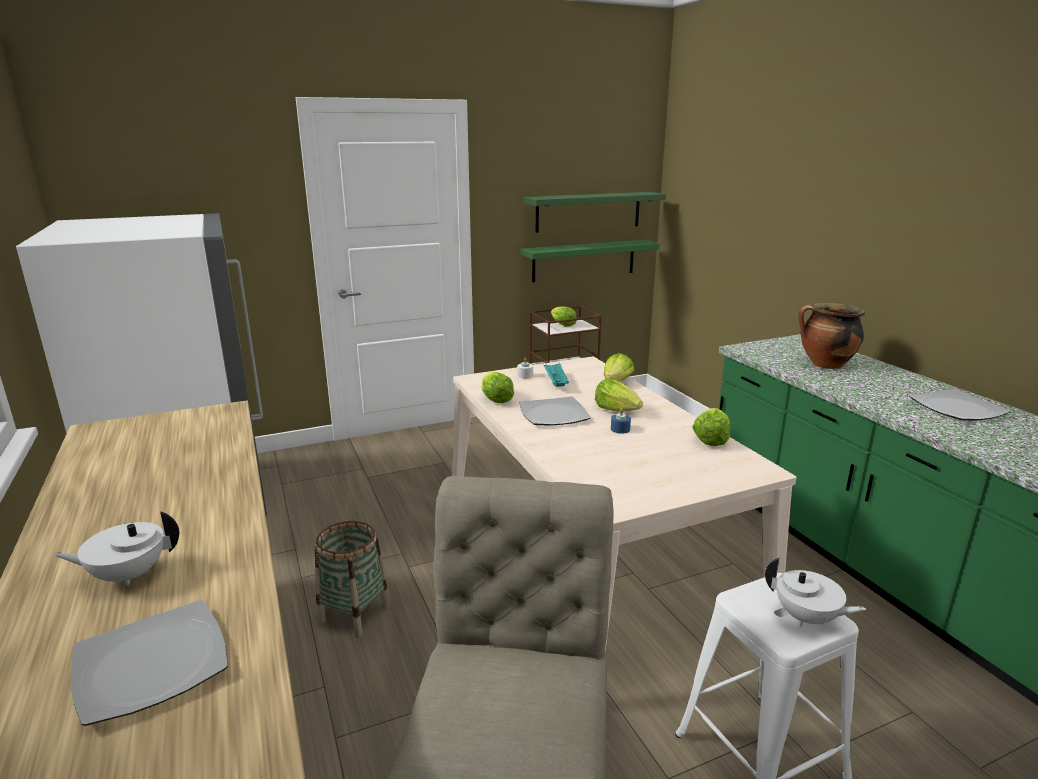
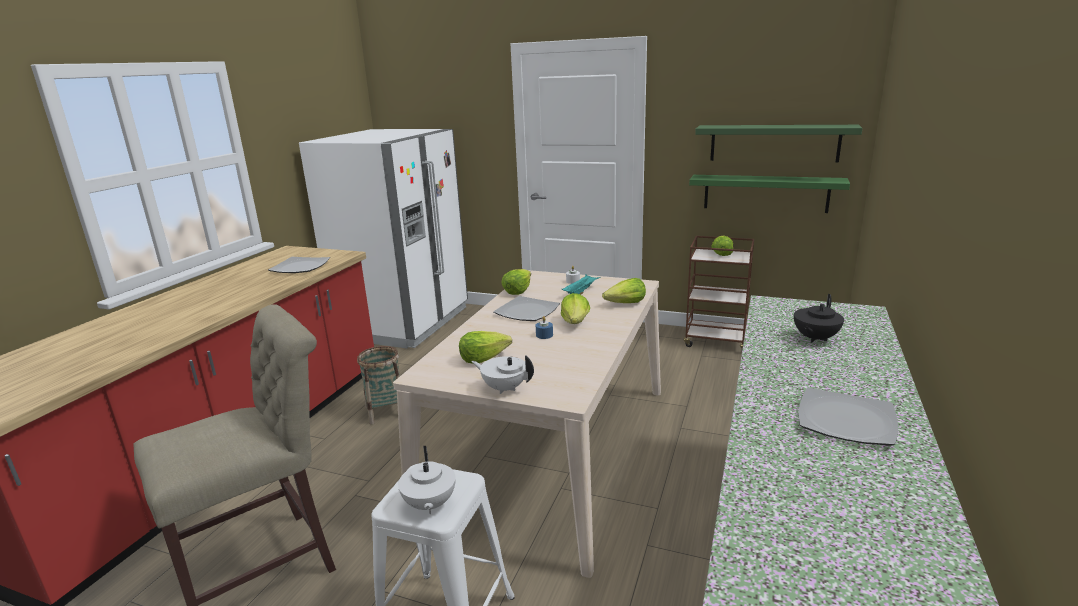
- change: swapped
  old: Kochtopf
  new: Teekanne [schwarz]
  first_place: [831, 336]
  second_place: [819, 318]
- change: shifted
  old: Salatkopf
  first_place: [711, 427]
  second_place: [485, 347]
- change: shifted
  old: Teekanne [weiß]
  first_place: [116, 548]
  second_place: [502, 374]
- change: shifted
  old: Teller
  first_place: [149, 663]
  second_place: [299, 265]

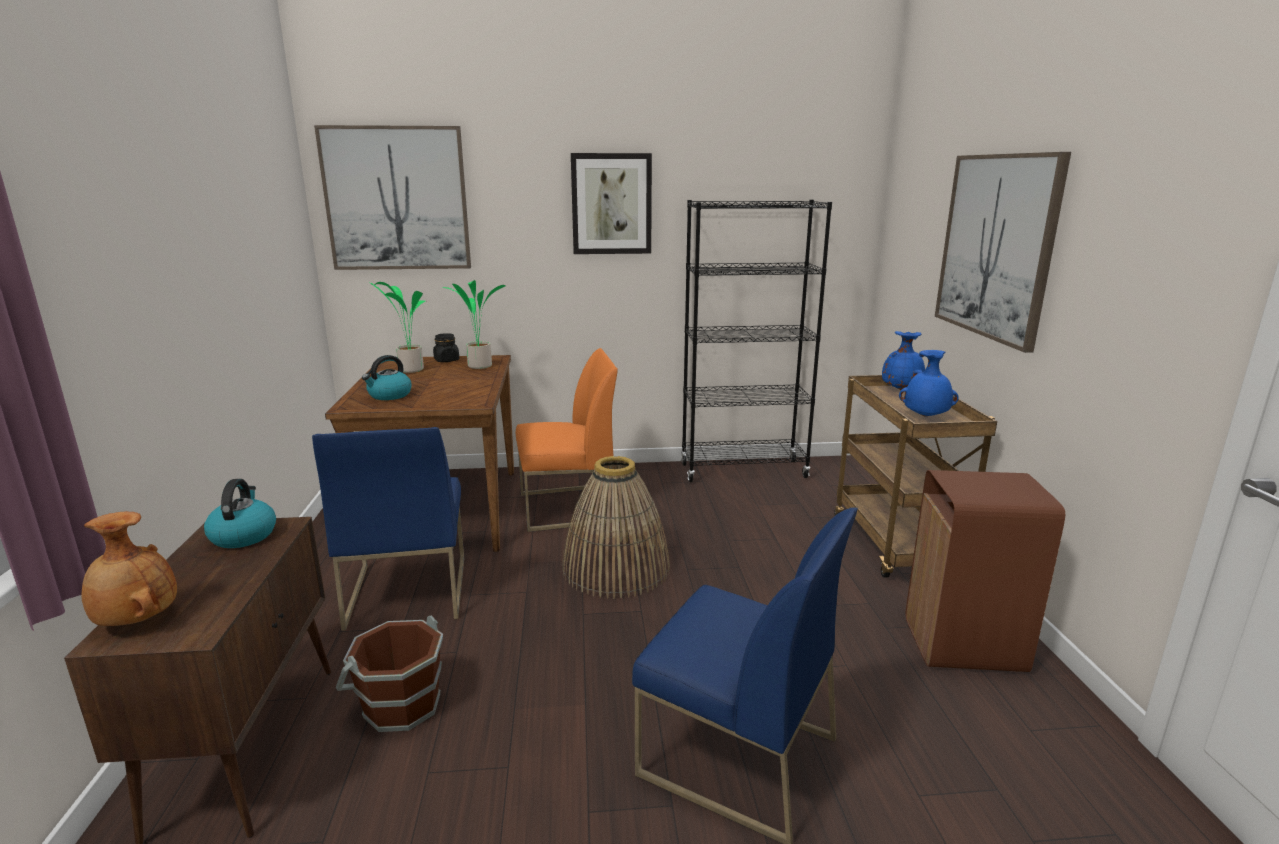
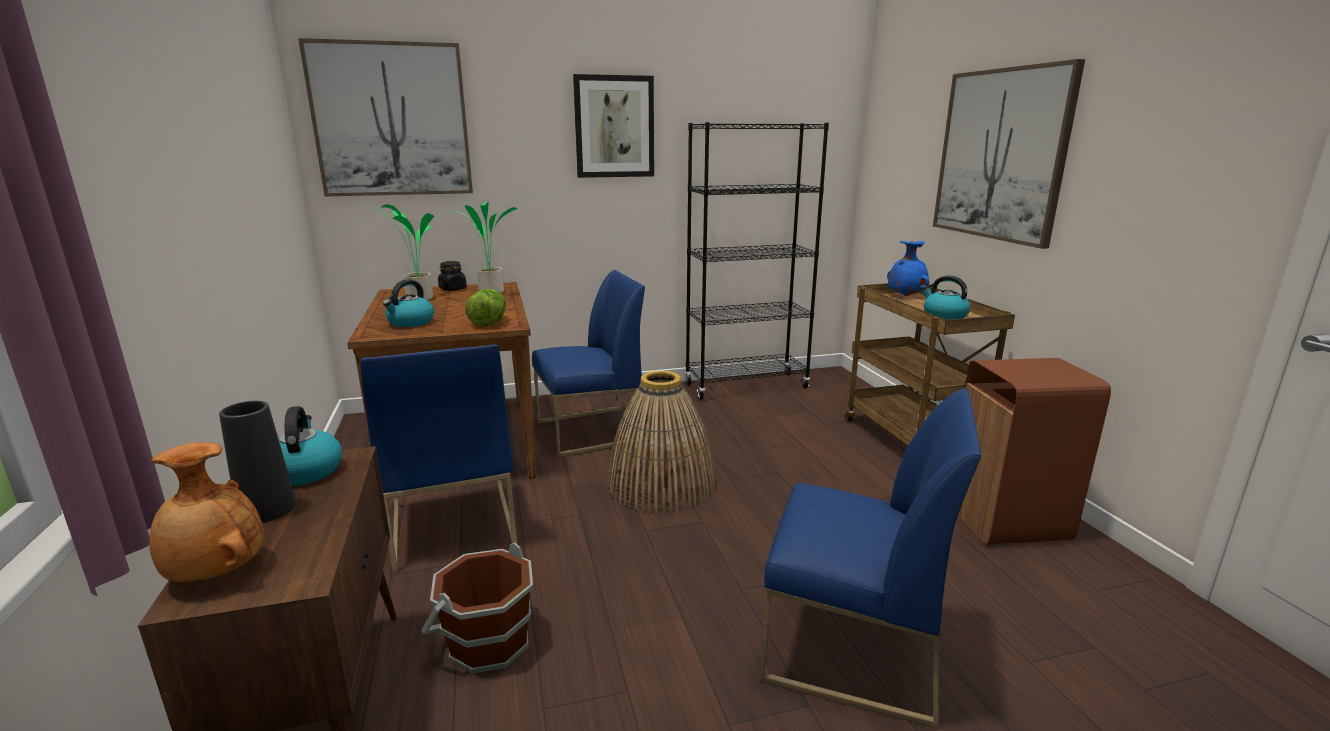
- change: repainted
  old: Stuhl [orange]
  new: Stuhl [blau]
  first_place: [568, 440]
  second_place: [590, 363]
- change: swapped
  old: Vase [blau]
  new: Wasserkessel
  first_place: [929, 383]
  second_place: [946, 297]
- change: new
  new: Salatkopf
  second_place: [485, 308]
- change: new
  new: Vase [schwarz]
  second_place: [257, 462]

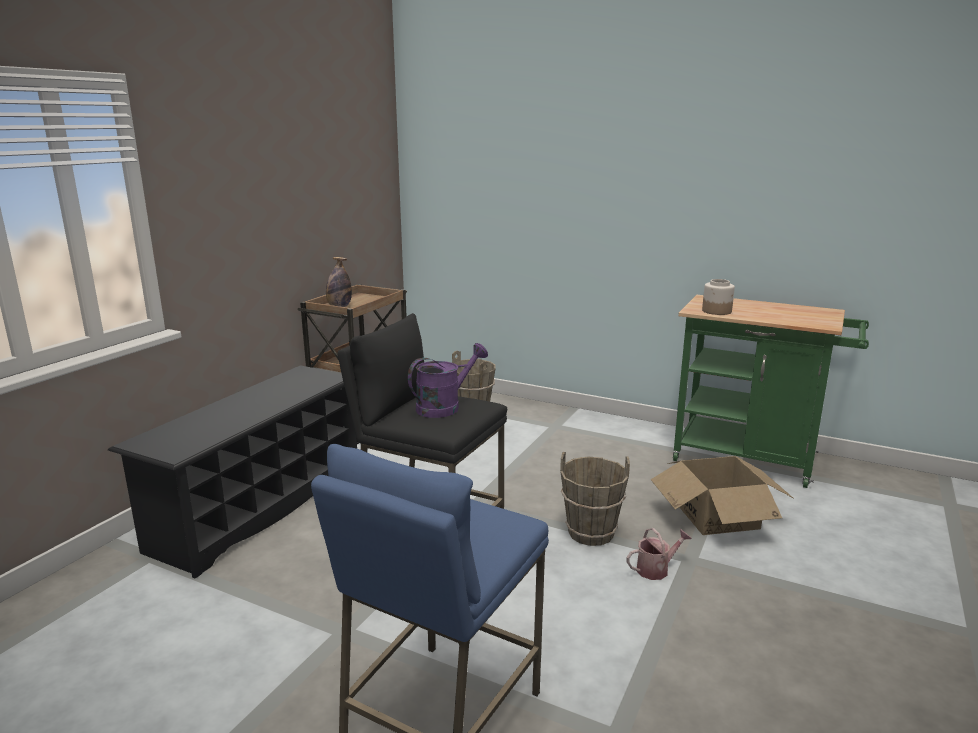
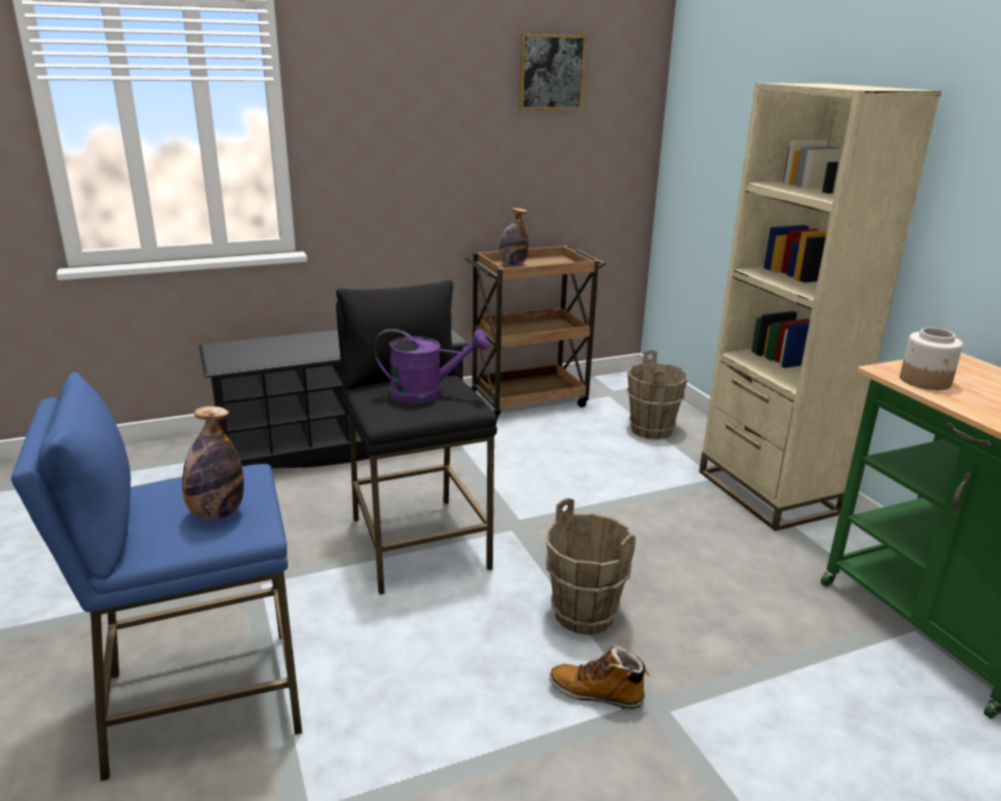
- change: gone
  old: Karton
  first_place: [722, 495]
- change: swapped
  old: Gießkanne
  new: Stiefel
  first_place: [659, 554]
  second_place: [599, 677]
- change: new
  new: Bild
  second_place: [552, 72]
- change: new
  new: Bücherregal [beige]
  second_place: [820, 307]
- change: new
  new: Flasche
  second_place: [213, 463]

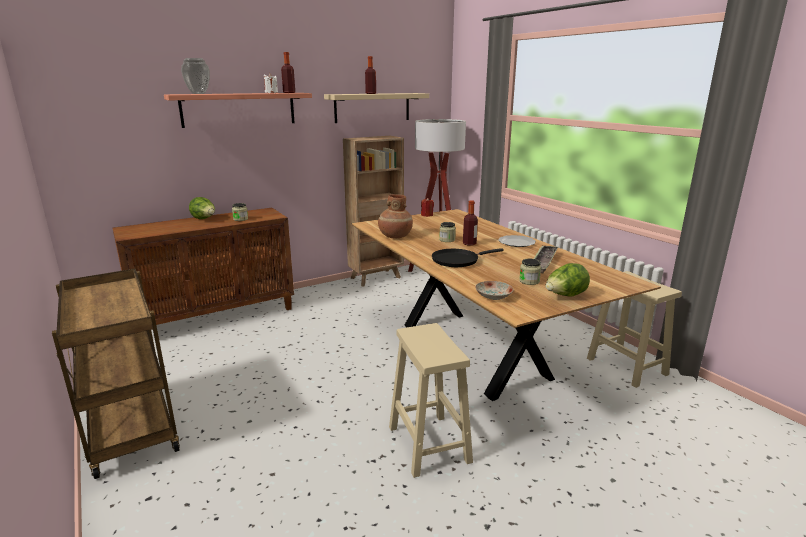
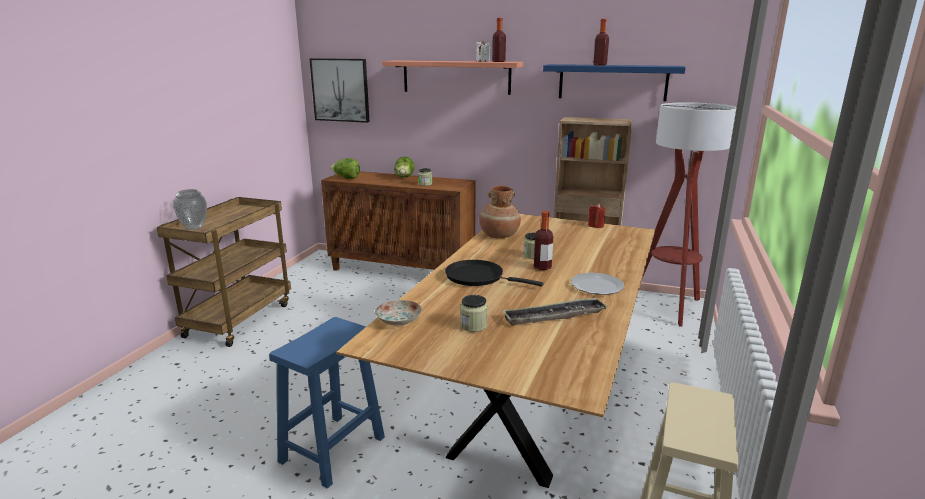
- change: shifted
  old: Vase
  first_place: [195, 76]
  second_place: [190, 209]
- change: repainted
  old: Wandregal [beige]
  new: Wandregal [blau]
  first_place: [376, 108]
  second_place: [614, 82]
- change: shifted
  old: Salatkopf
  first_place: [568, 280]
  second_place: [345, 168]
- change: repainted
  old: Hocker [beige]
  new: Hocker [blau]
  first_place: [431, 400]
  second_place: [327, 403]
- change: new
  new: Bild
  second_place: [339, 90]

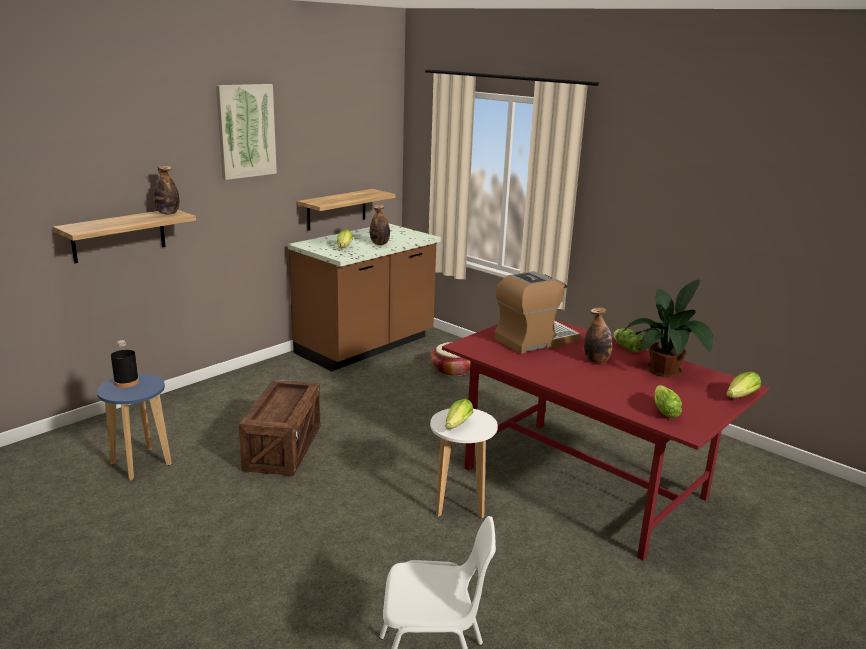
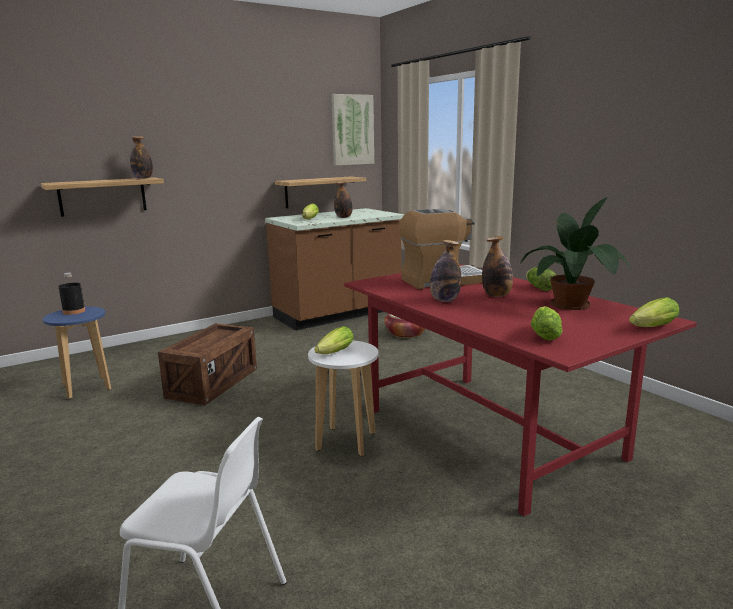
- change: shifted
  old: Bild
  first_place: [246, 132]
  second_place: [352, 130]
- change: new
  new: Flasche
  second_place: [445, 271]

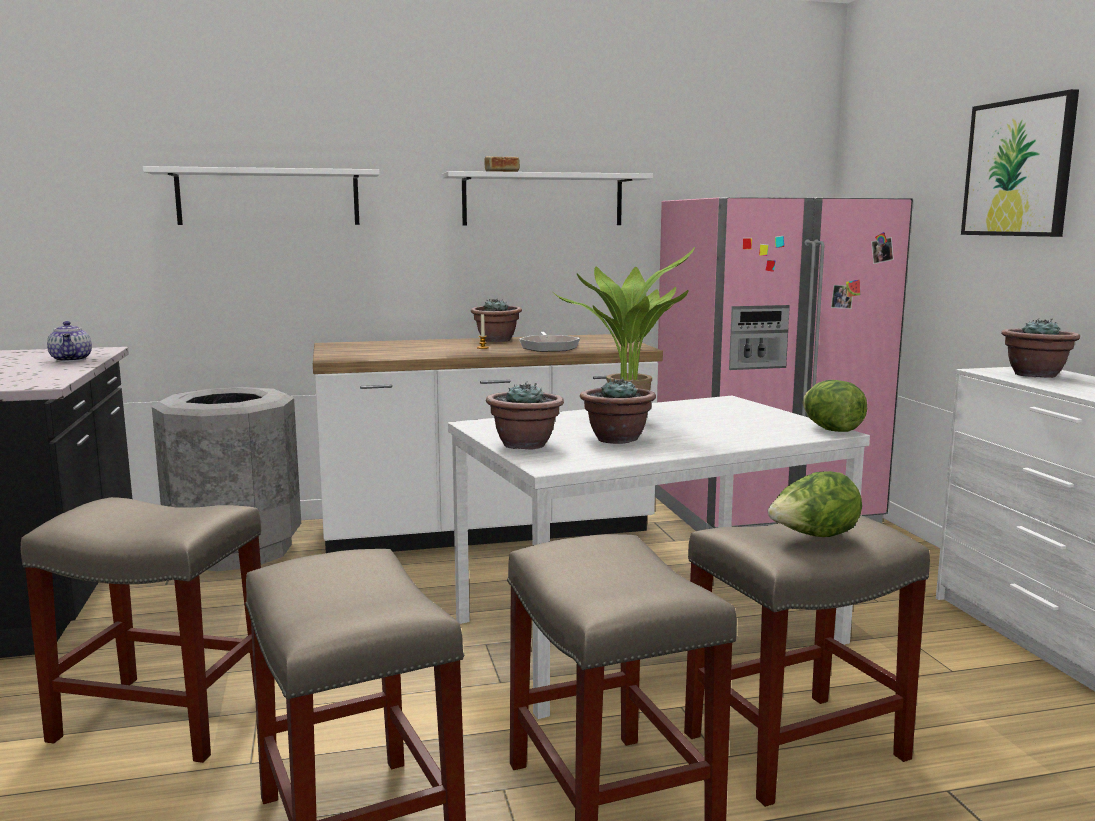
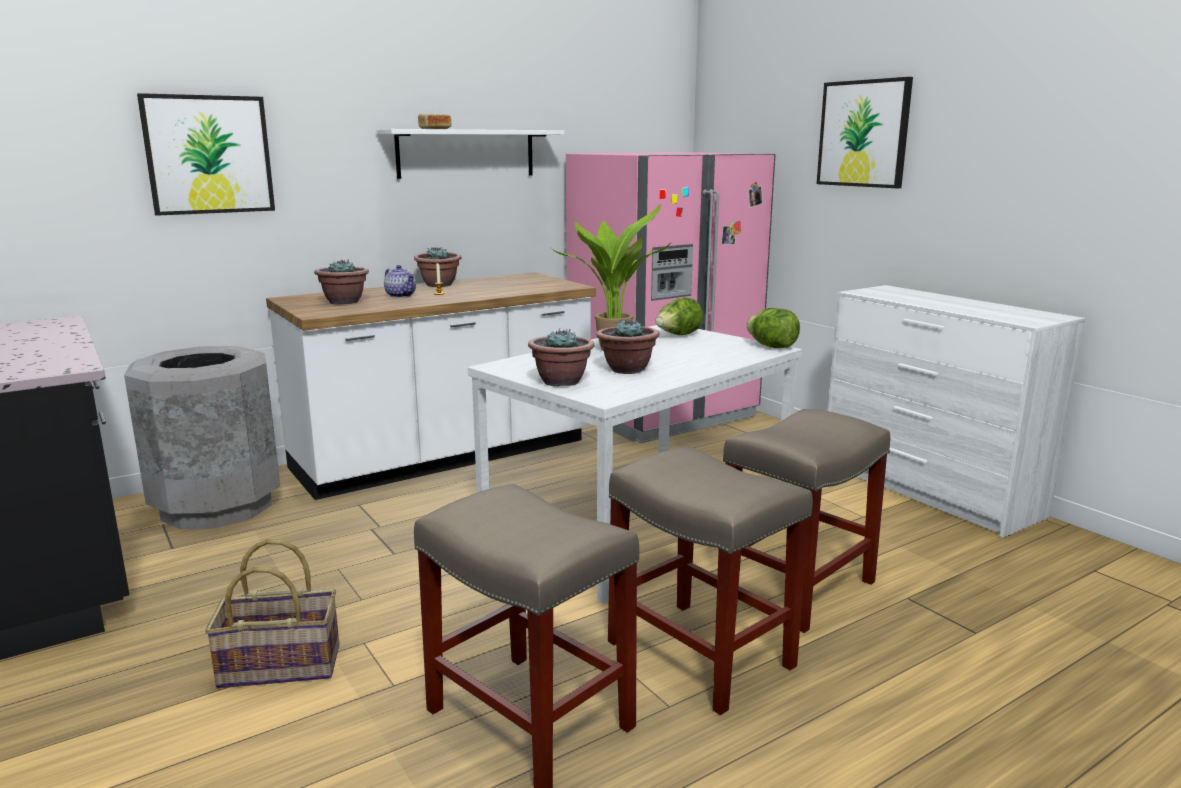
- change: swapped
  old: Wandregal [weiß]
  new: Bild
  first_place: [261, 195]
  second_place: [206, 154]
- change: shifted
  old: Topfpflanze
  first_place: [1040, 348]
  second_place: [341, 281]
- change: shifted
  old: Teekanne
  first_place: [69, 341]
  second_place: [400, 281]
- change: gone
  old: Pfanne
  first_place: [549, 342]
- change: shifted
  old: Salatkopf
  first_place: [815, 504]
  second_place: [679, 316]
- change: swapped
  old: Hocker [beige]
  new: Korb
  first_place: [141, 630]
  second_place: [272, 613]

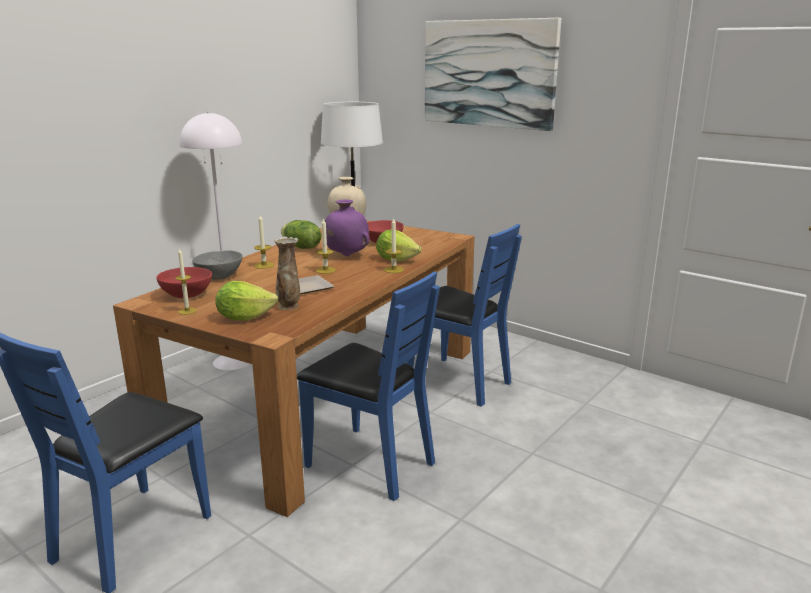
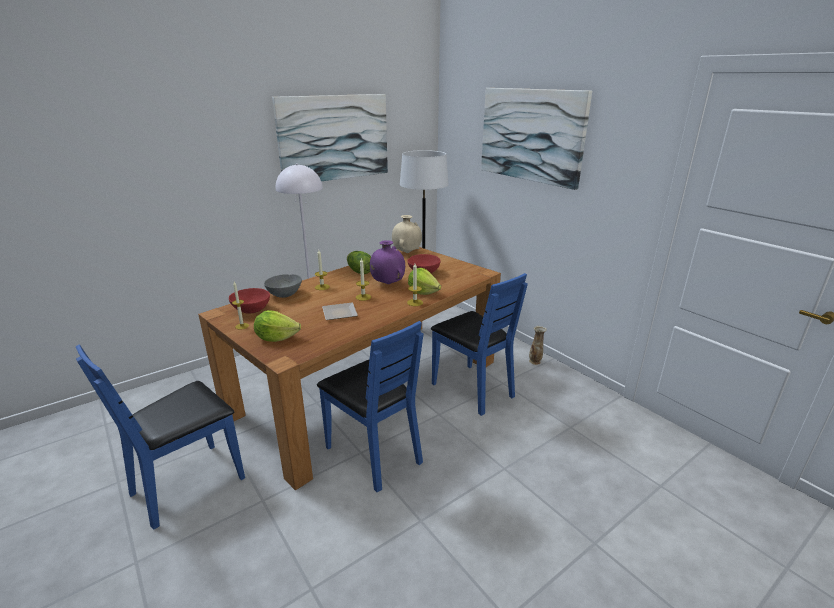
- change: shifted
  old: Vase
  first_place: [287, 273]
  second_place: [538, 345]
- change: new
  new: Bild
  second_place: [330, 137]

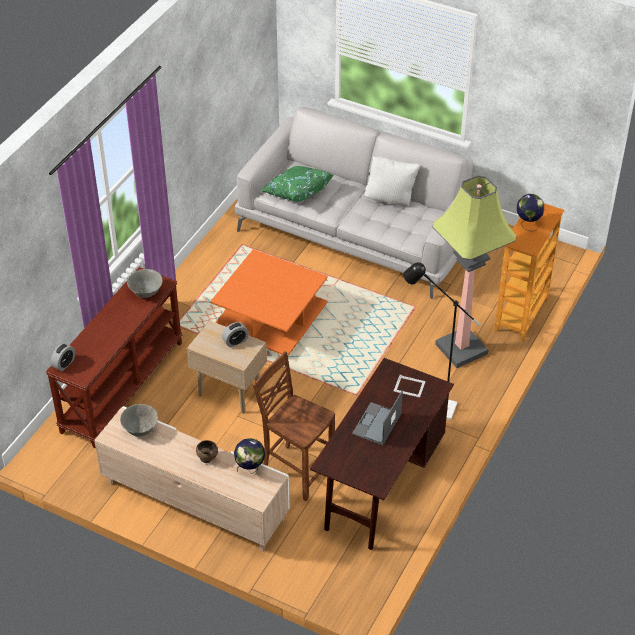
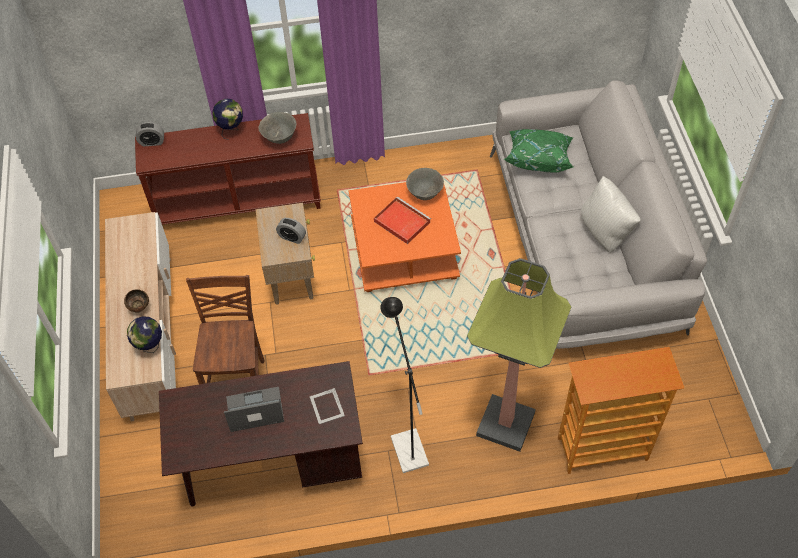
- change: shifted
  old: Globus
  first_place: [530, 212]
  second_place: [227, 119]
- change: shifted
  old: Schüssel [grau]
  first_place: [139, 420]
  second_place: [425, 184]
- change: new
  new: Tablett [rot]
  second_place: [402, 220]

